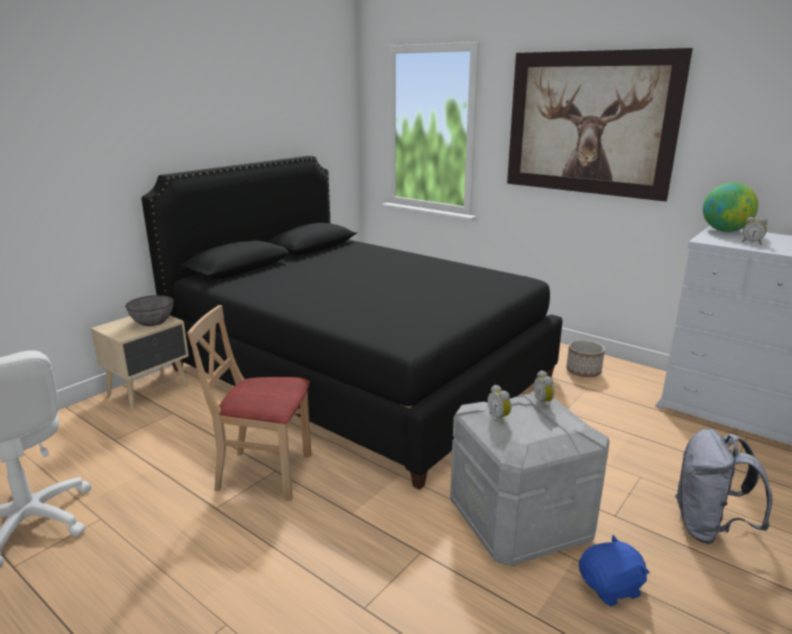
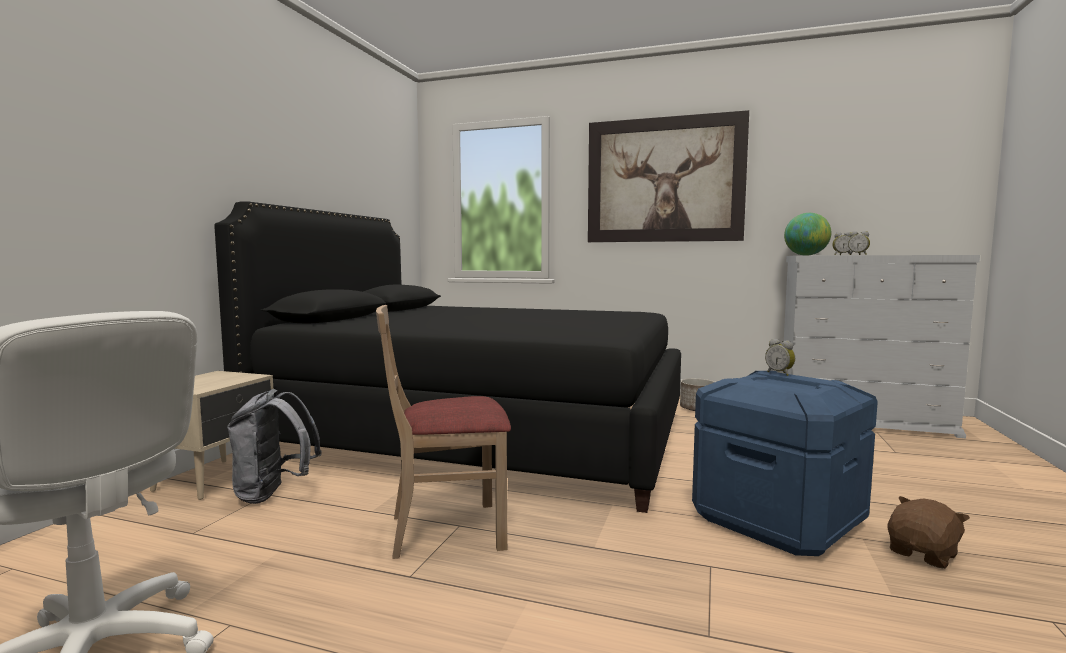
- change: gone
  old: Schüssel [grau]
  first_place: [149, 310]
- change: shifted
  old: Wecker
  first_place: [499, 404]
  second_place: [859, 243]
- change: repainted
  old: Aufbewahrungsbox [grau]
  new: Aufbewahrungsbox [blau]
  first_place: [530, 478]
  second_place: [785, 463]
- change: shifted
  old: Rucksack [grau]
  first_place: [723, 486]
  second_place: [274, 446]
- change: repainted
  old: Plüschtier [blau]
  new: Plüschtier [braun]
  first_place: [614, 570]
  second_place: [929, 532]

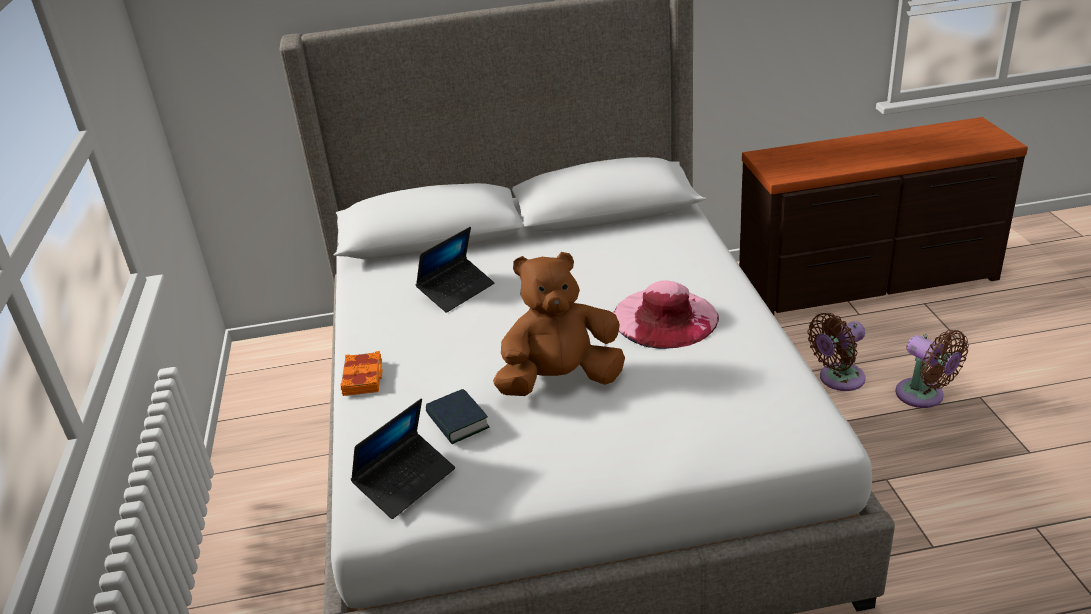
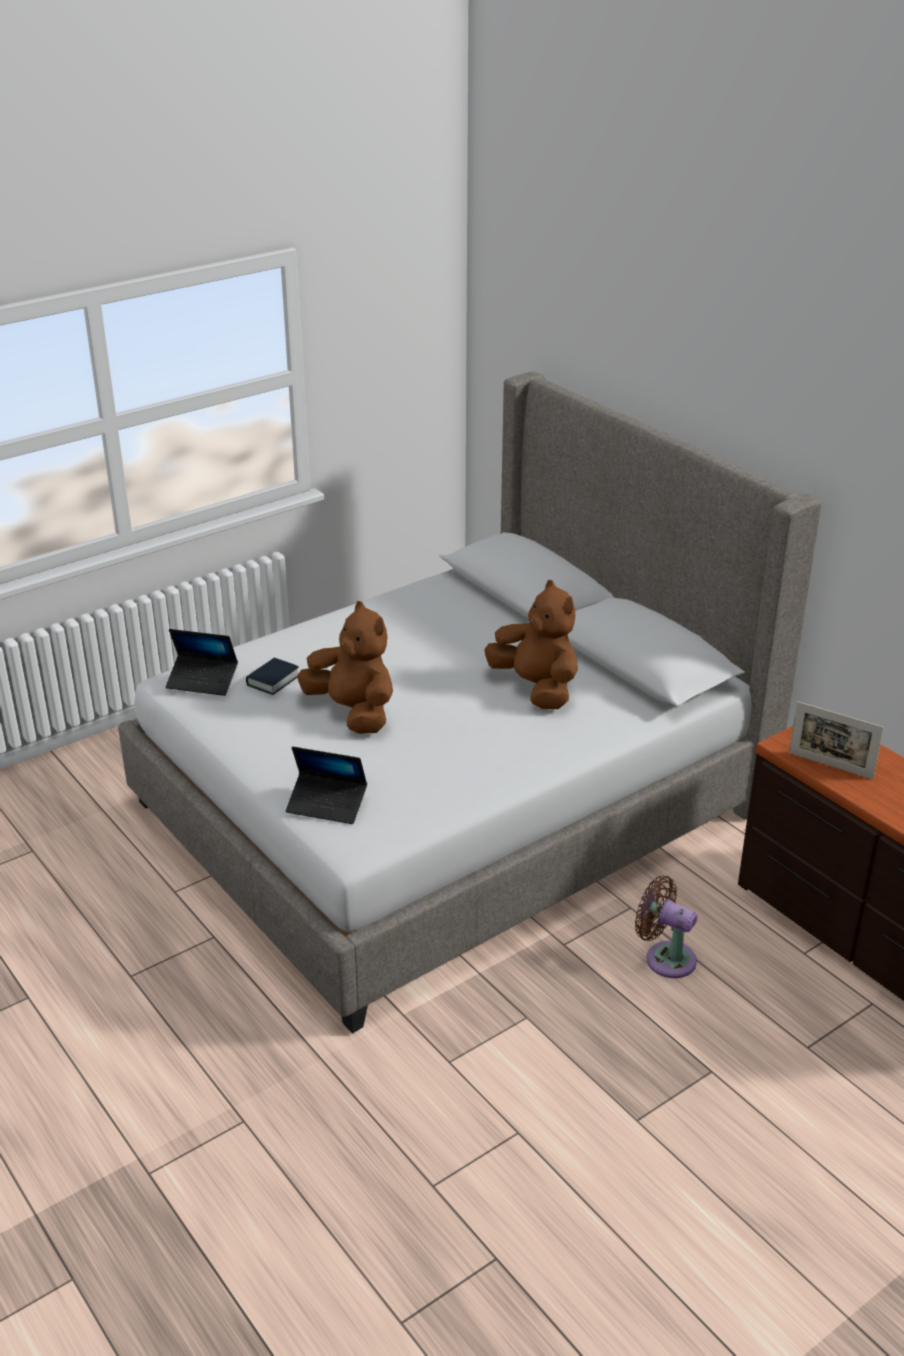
- change: shifted
  old: Laptop
  first_place: [455, 270]
  second_place: [326, 785]
- change: gone
  old: Hut [rosa]
  first_place: [666, 314]
- change: gone
  old: Ventilator [braun]
  first_place: [932, 369]
- change: gone
  old: Buch [orange]
  first_place: [361, 373]
- change: new
  new: Plüschtier [braun]
  second_place: [531, 644]
- change: new
  new: Bilderrahmen
  second_place: [836, 740]

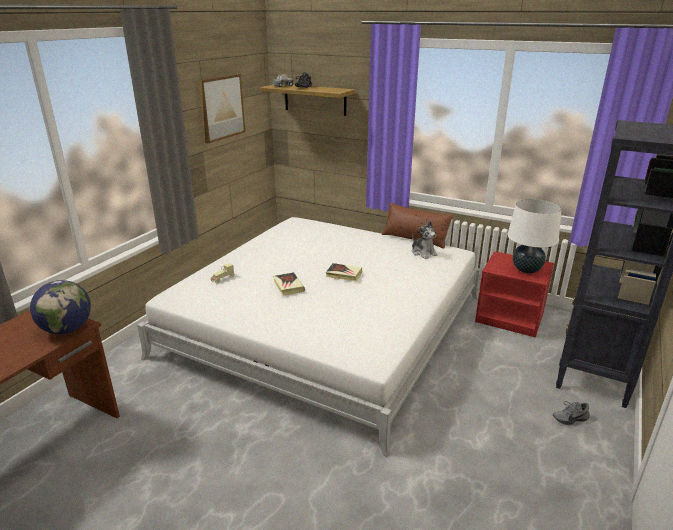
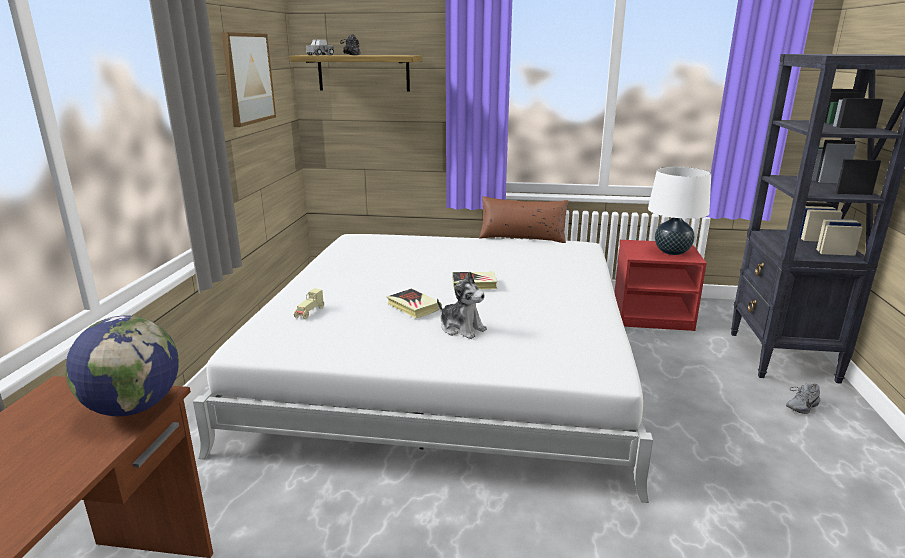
- change: shifted
  old: Plüschtier
  first_place: [424, 240]
  second_place: [462, 305]

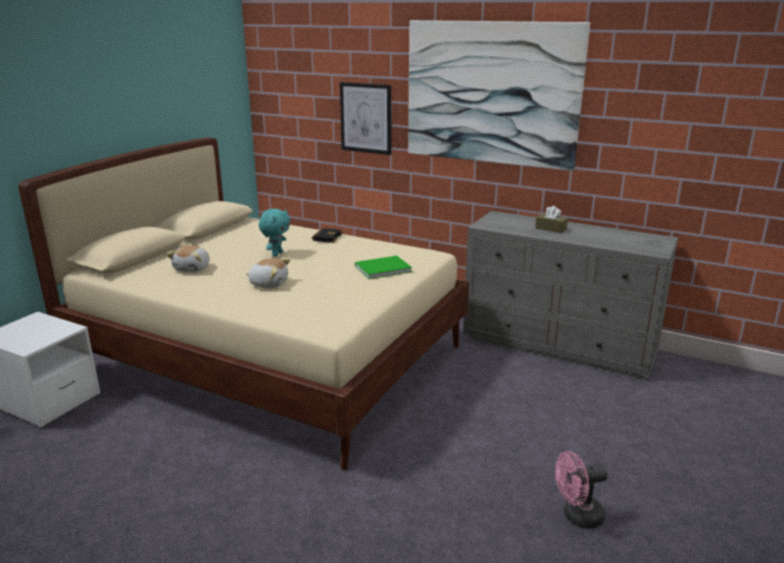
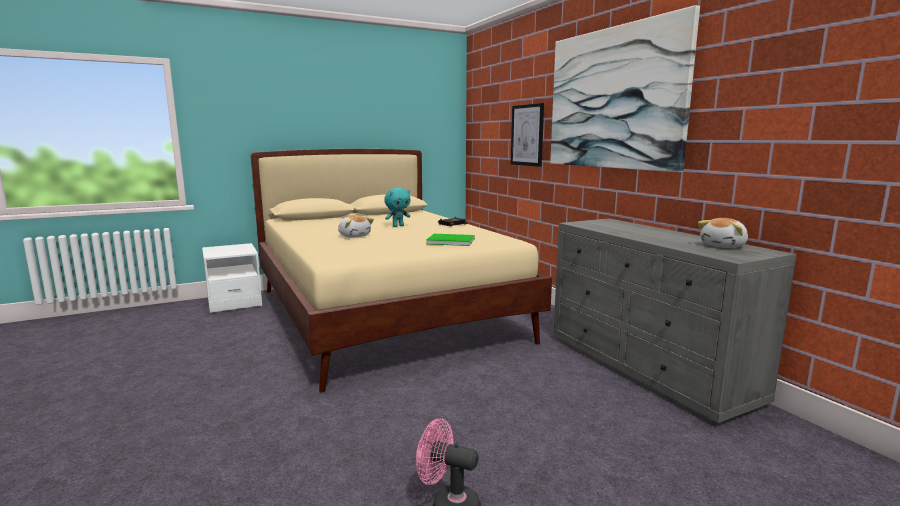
- change: gone
  old: Taschentuchbox [braun]
  first_place: [551, 219]
- change: shifted
  old: Plüschtier
  first_place: [188, 258]
  second_place: [723, 233]

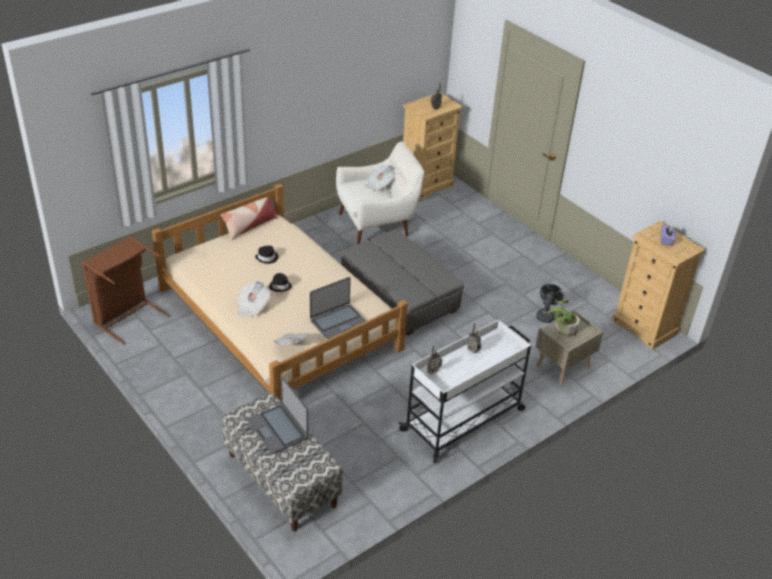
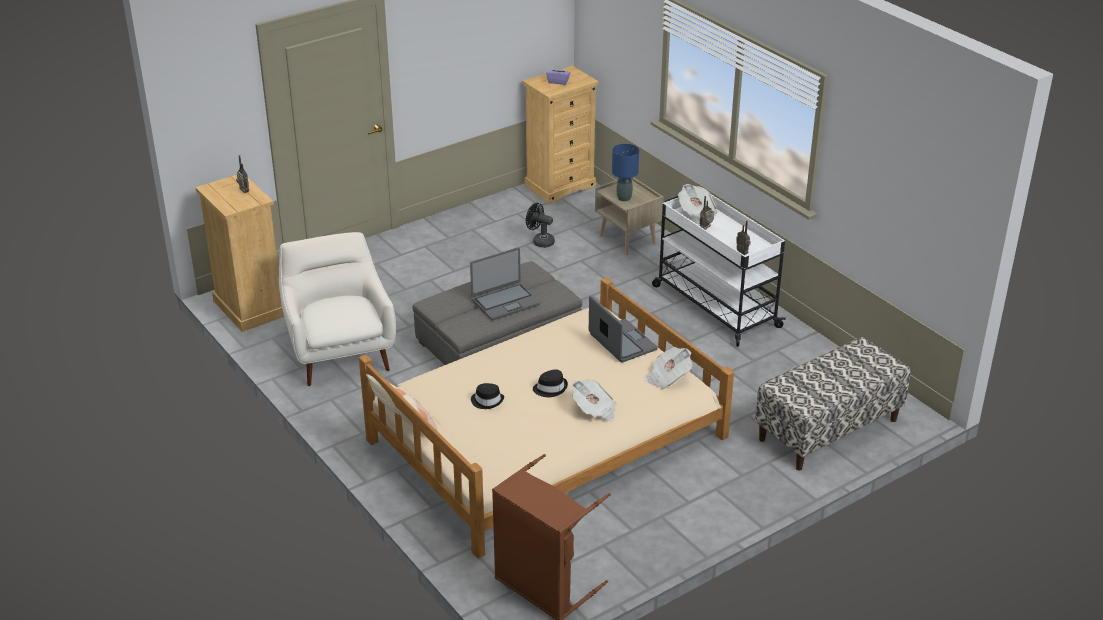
- change: shifted
  old: Zeitung
  first_place: [380, 178]
  second_place: [698, 202]
- change: swapped
  old: Topfpflanze
  new: Tischlampe [blau]
  first_place: [564, 318]
  second_place: [625, 172]
- change: shifted
  old: Laptop
  first_place: [277, 415]
  second_place: [505, 283]

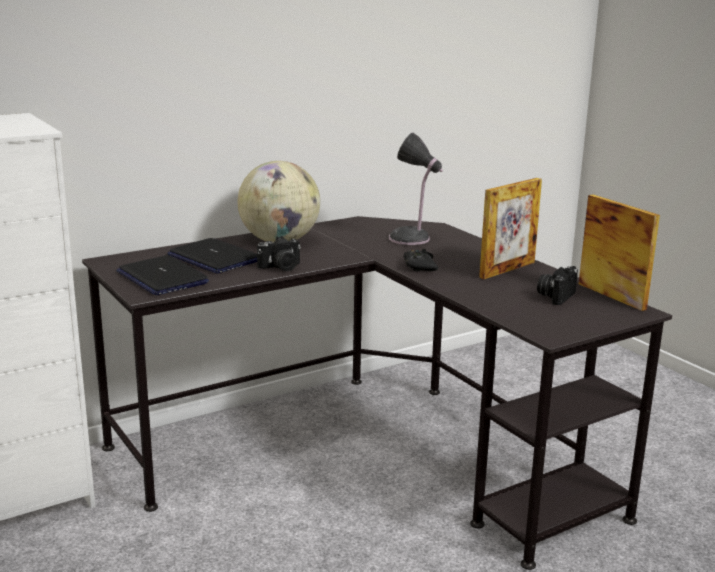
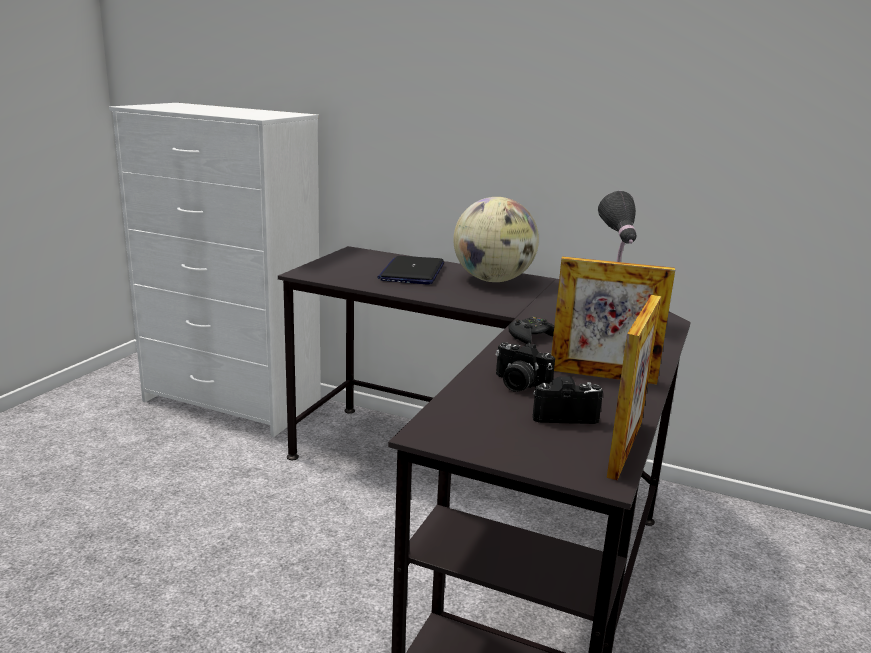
- change: shifted
  old: Kamera
  first_place: [279, 253]
  second_place: [525, 367]
- change: gone
  old: Laptop
  first_place: [162, 275]

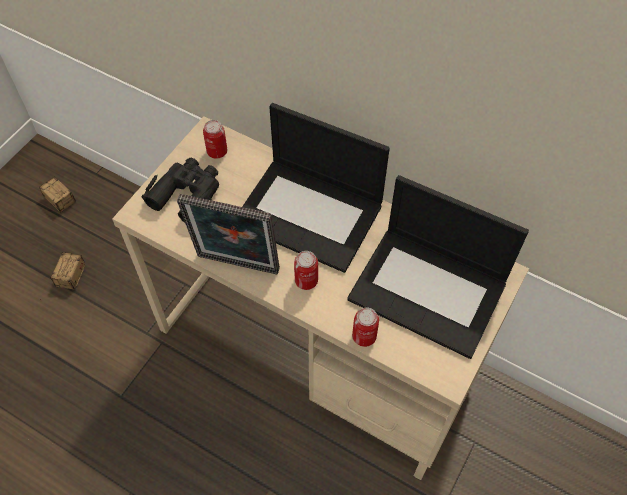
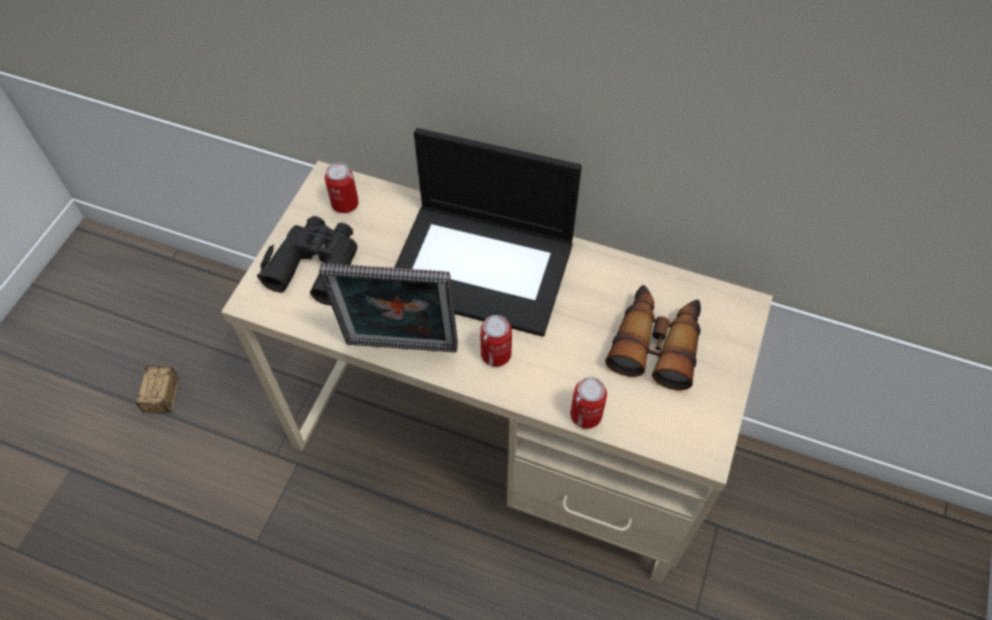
- change: swapped
  old: Laptop
  new: Fernglas
  first_place: [438, 267]
  second_place: [653, 337]
- change: gone
  old: Aufbewahrungsbox
  first_place: [62, 195]

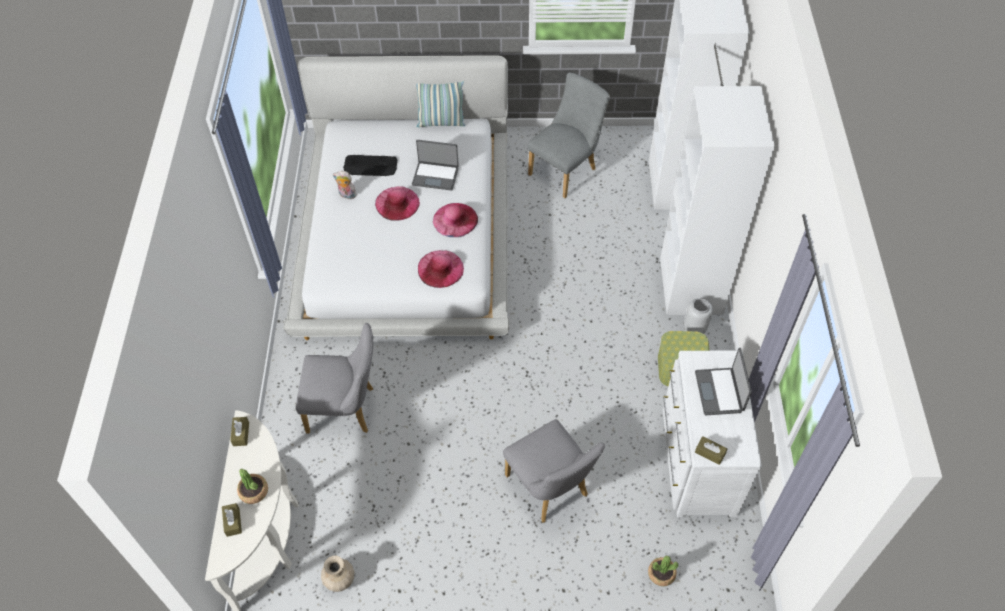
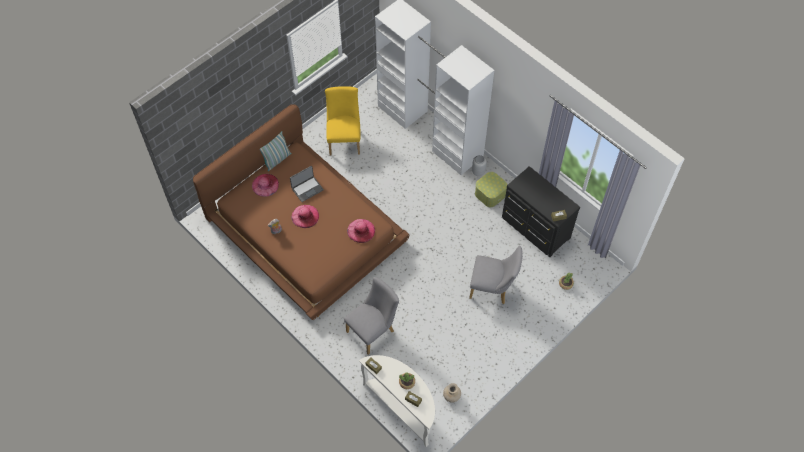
- change: repainted
  old: Bett [weiß]
  new: Bett [braun]
  first_place: [396, 197]
  second_place: [301, 212]
- change: repainted
  old: Stuhl [grau]
  new: Stuhl [gelb]
  first_place: [569, 135]
  second_place: [342, 121]
- change: gone
  old: Tastatur
  first_place: [370, 165]
- change: shifted
  old: Hut [rosa]
  first_place: [455, 220]
  second_place: [265, 185]
- change: gone
  old: Laptop
  first_place: [723, 381]
- change: repainted
  old: Kommode [weiß]
  new: Kommode [schwarz]
  first_place: [712, 433]
  second_place: [541, 211]

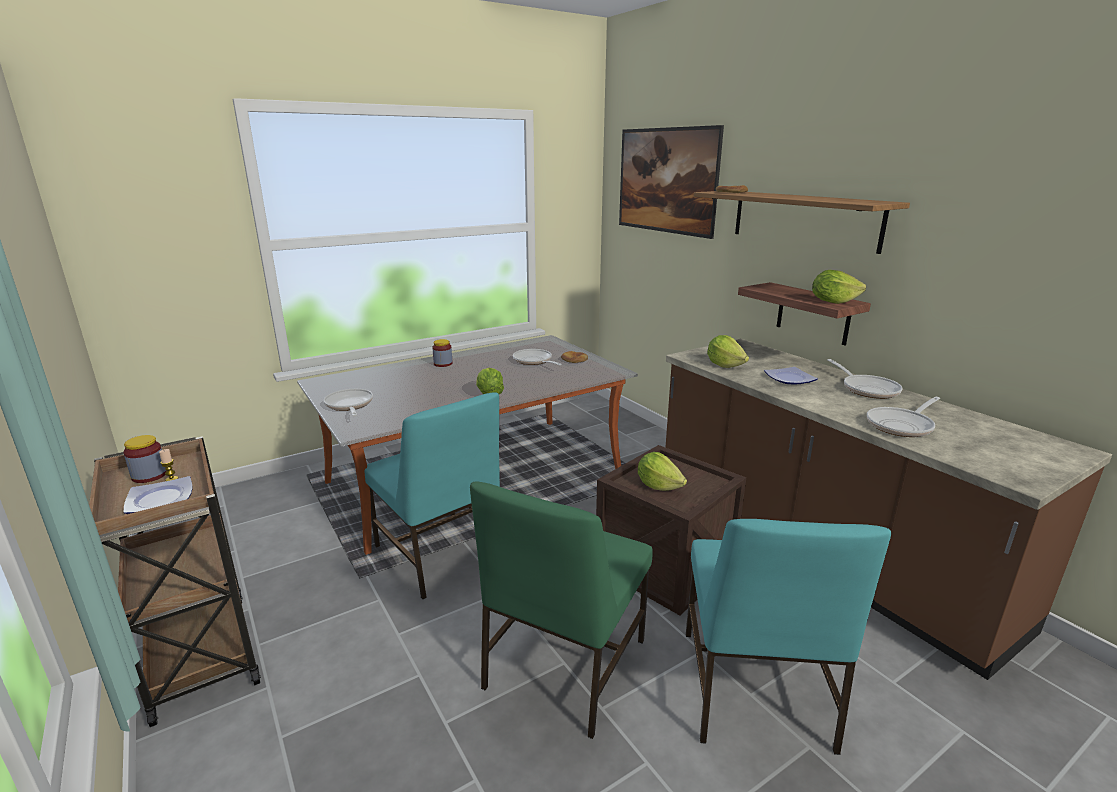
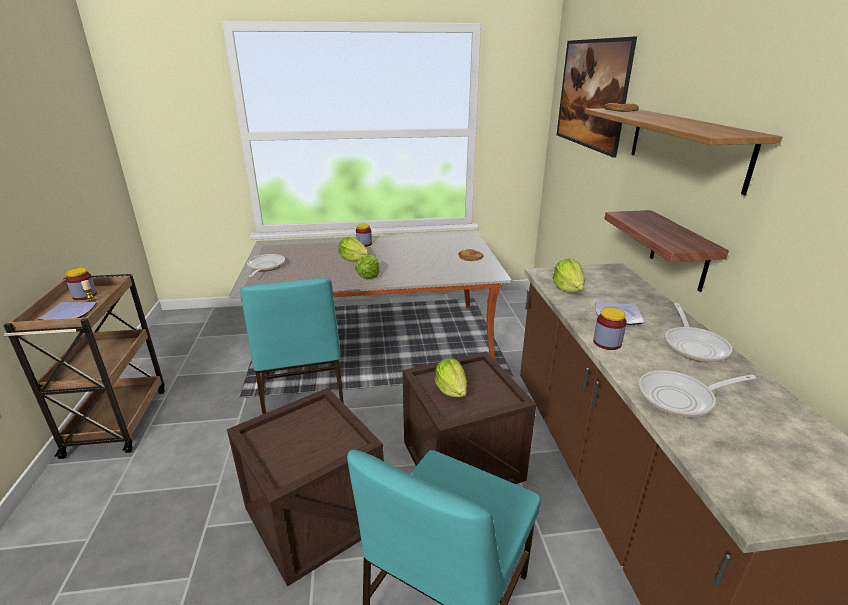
- change: shifted
  old: Salatkopf
  first_place: [839, 287]
  second_place: [354, 249]
- change: gone
  old: Pfanne
  first_place: [537, 357]
- change: swapped
  old: Stuhl [grün]
  new: Kiste
  first_place: [561, 610]
  second_place: [305, 487]
- change: new
  new: Vorratsglas
  second_place: [610, 329]

